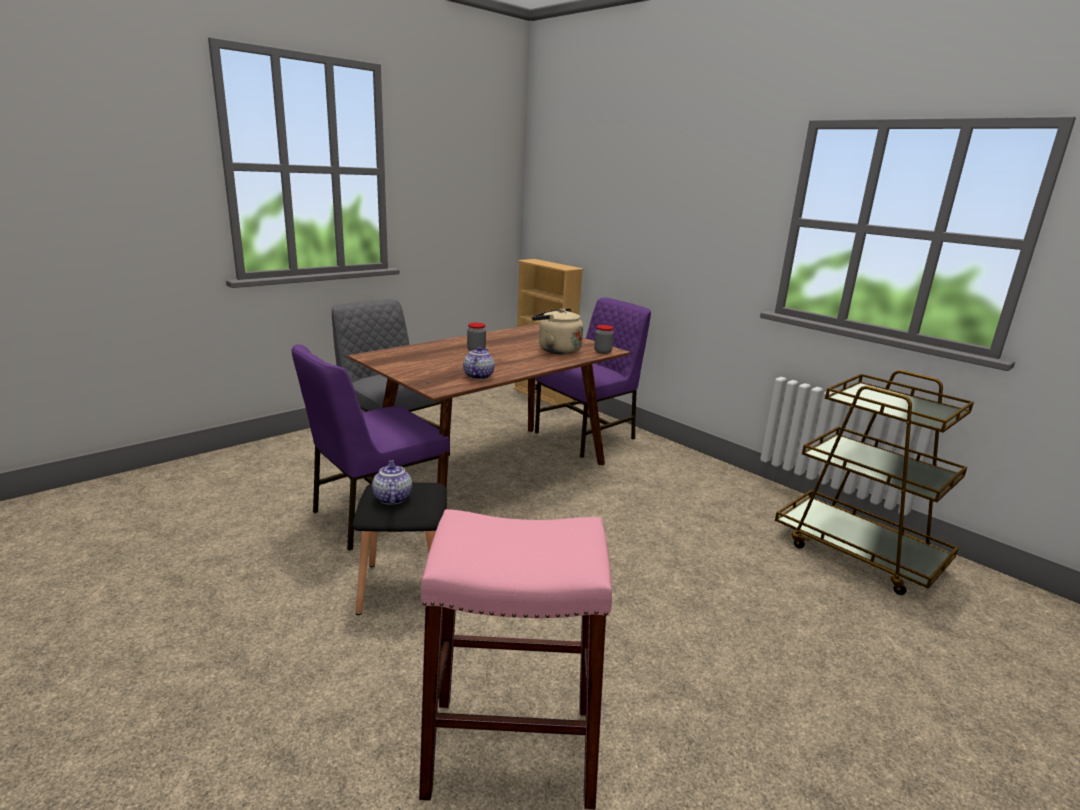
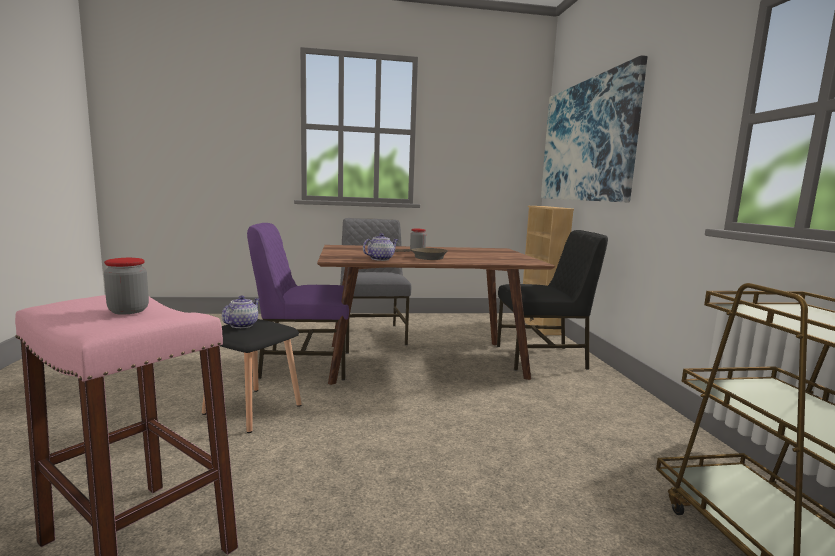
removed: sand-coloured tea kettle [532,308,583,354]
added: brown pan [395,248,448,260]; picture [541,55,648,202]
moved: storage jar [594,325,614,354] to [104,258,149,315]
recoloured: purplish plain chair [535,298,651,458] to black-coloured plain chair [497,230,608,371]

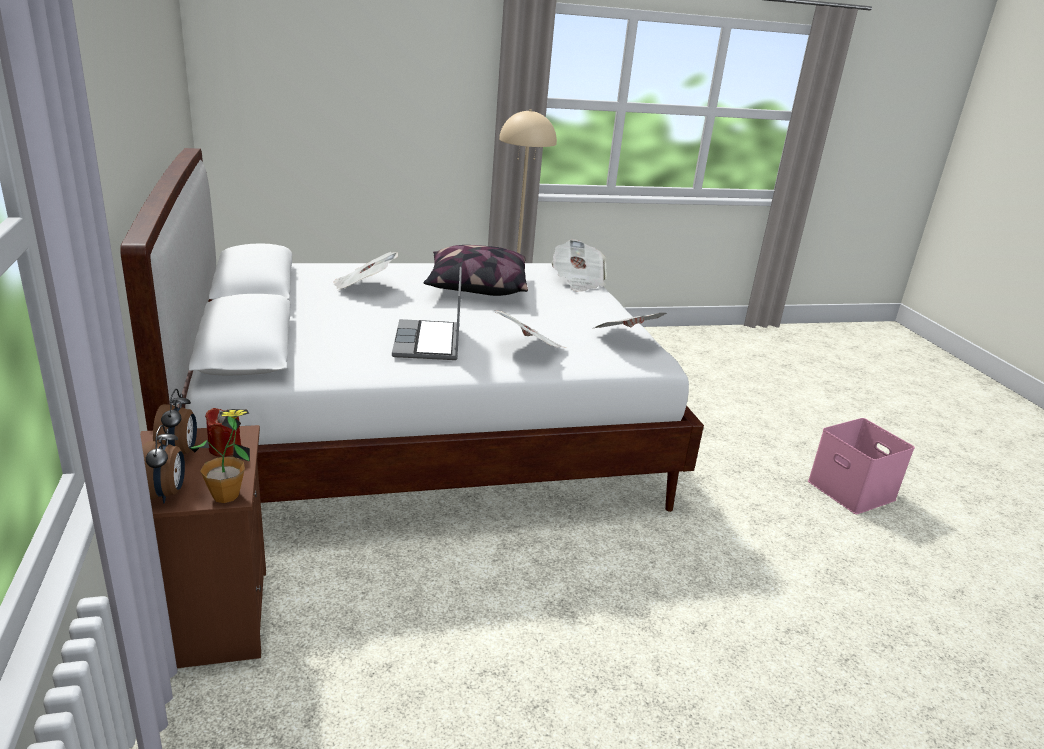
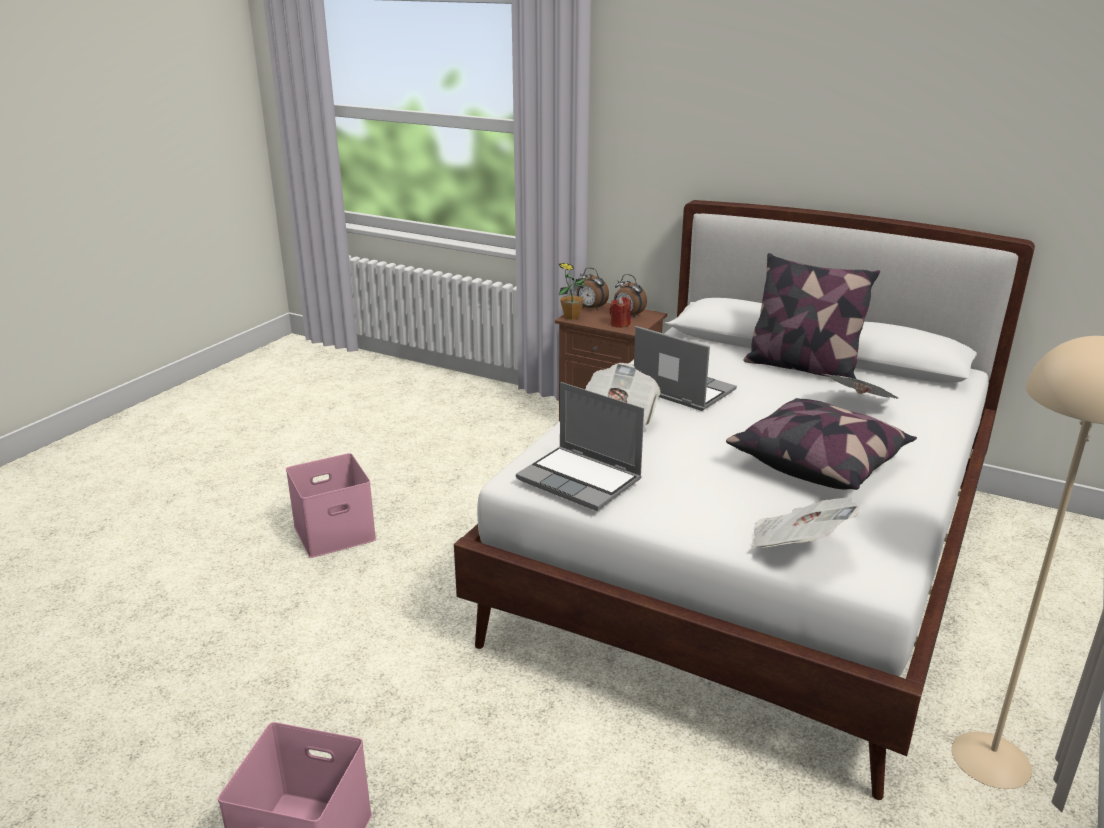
added: pink storage container [286,453,376,558]; throw pillow [744,253,880,379]
replaced: printed paper [595,313,667,328] to laptop [516,382,644,511]

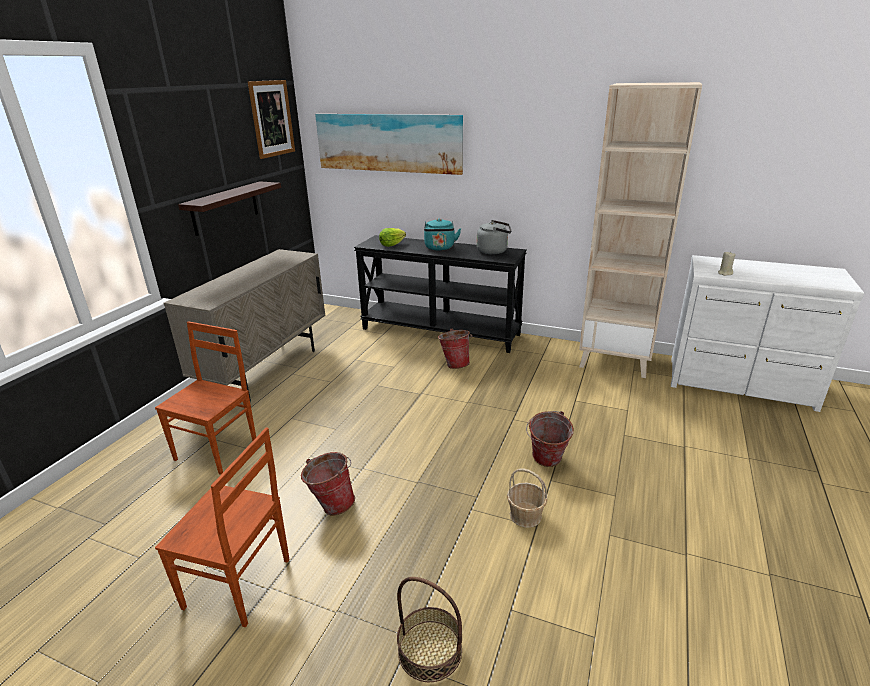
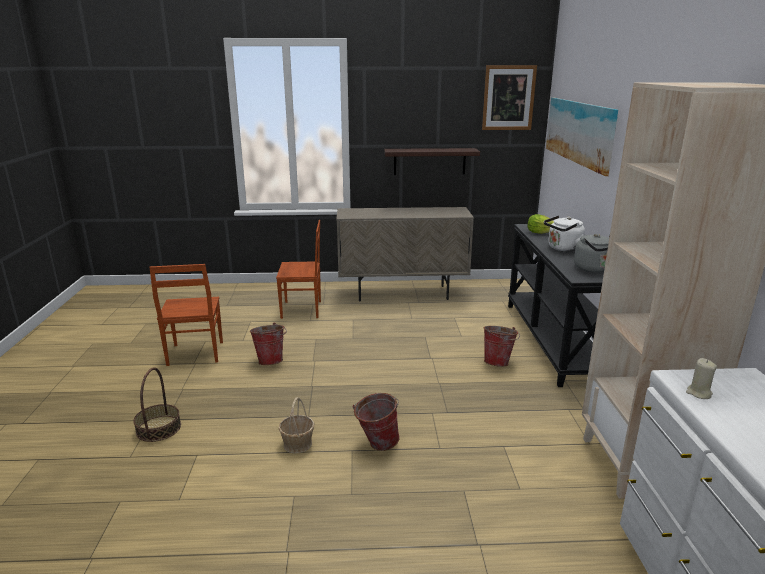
recoloured: blue-green tea kettle [424,218,461,250] to white tea kettle [544,215,585,252]

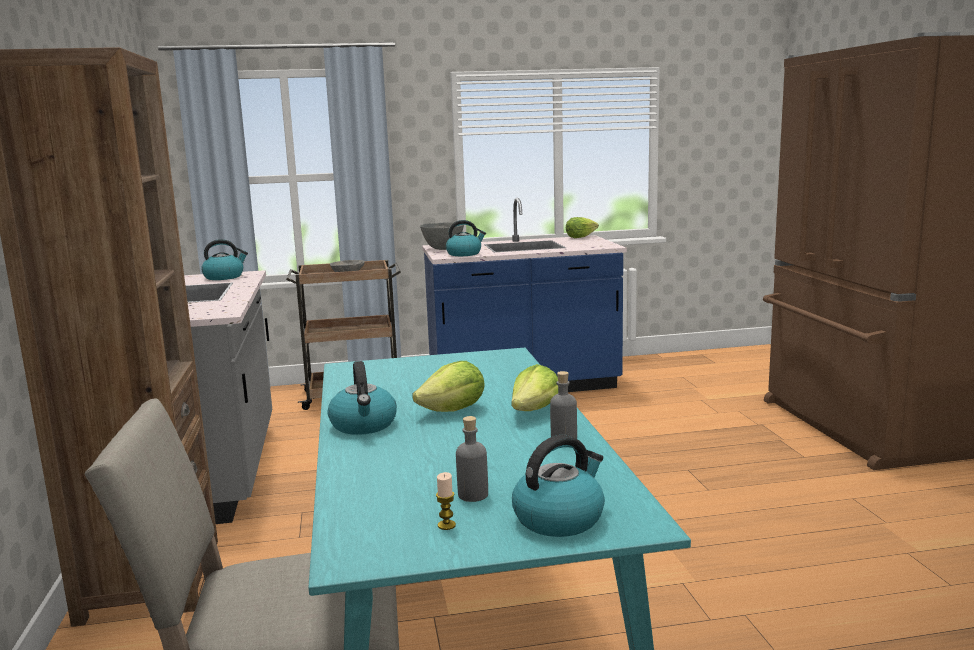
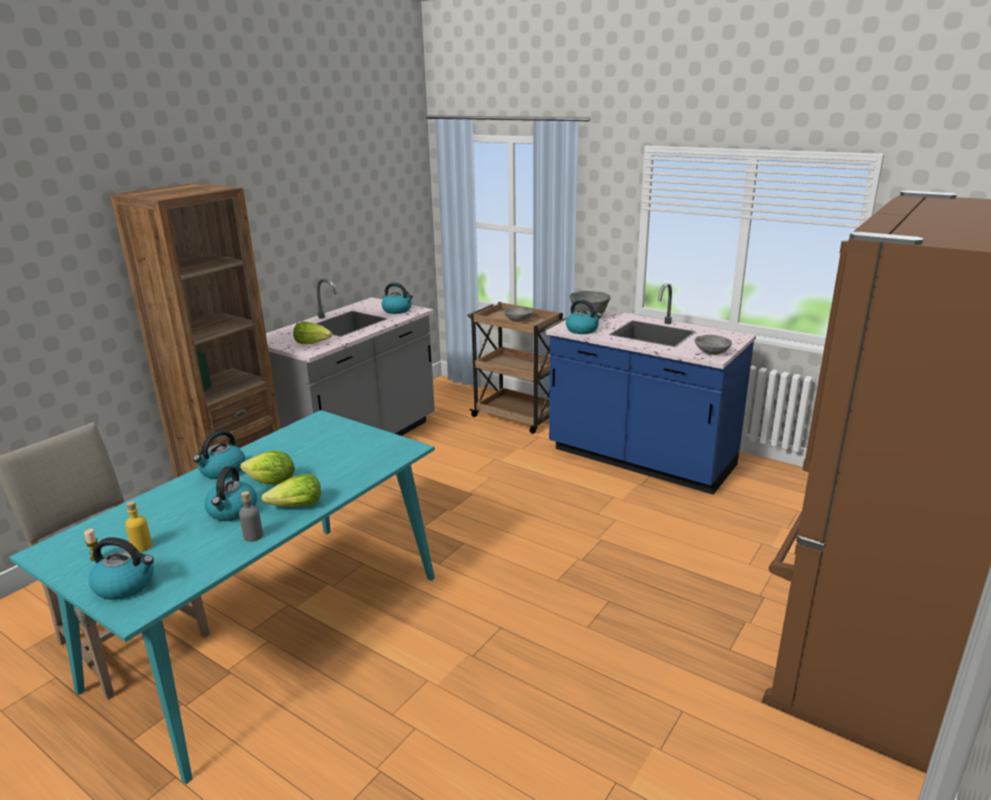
added: tea kettle [205,466,257,521]; greyish bowl [695,335,732,355]
moved: head of lettuce [566,217,599,238] to [293,321,332,344]
recoloured: greyish bottle [456,416,488,502] to yellow bottle [125,501,152,552]

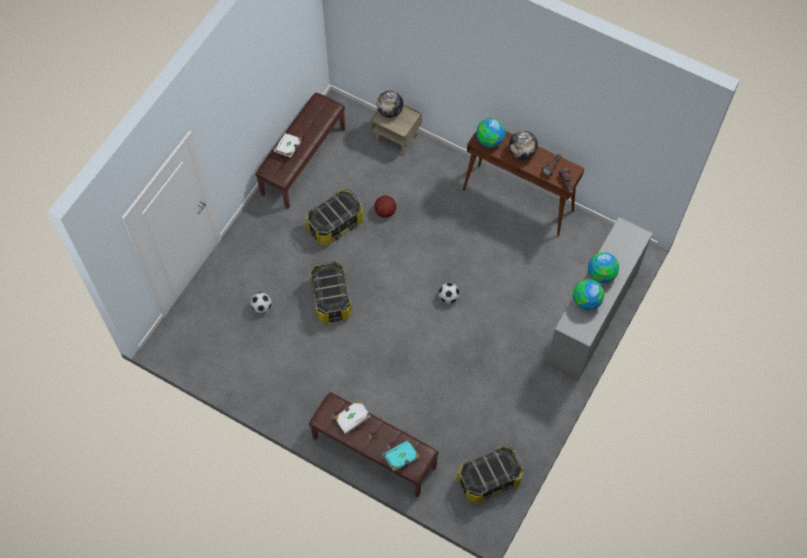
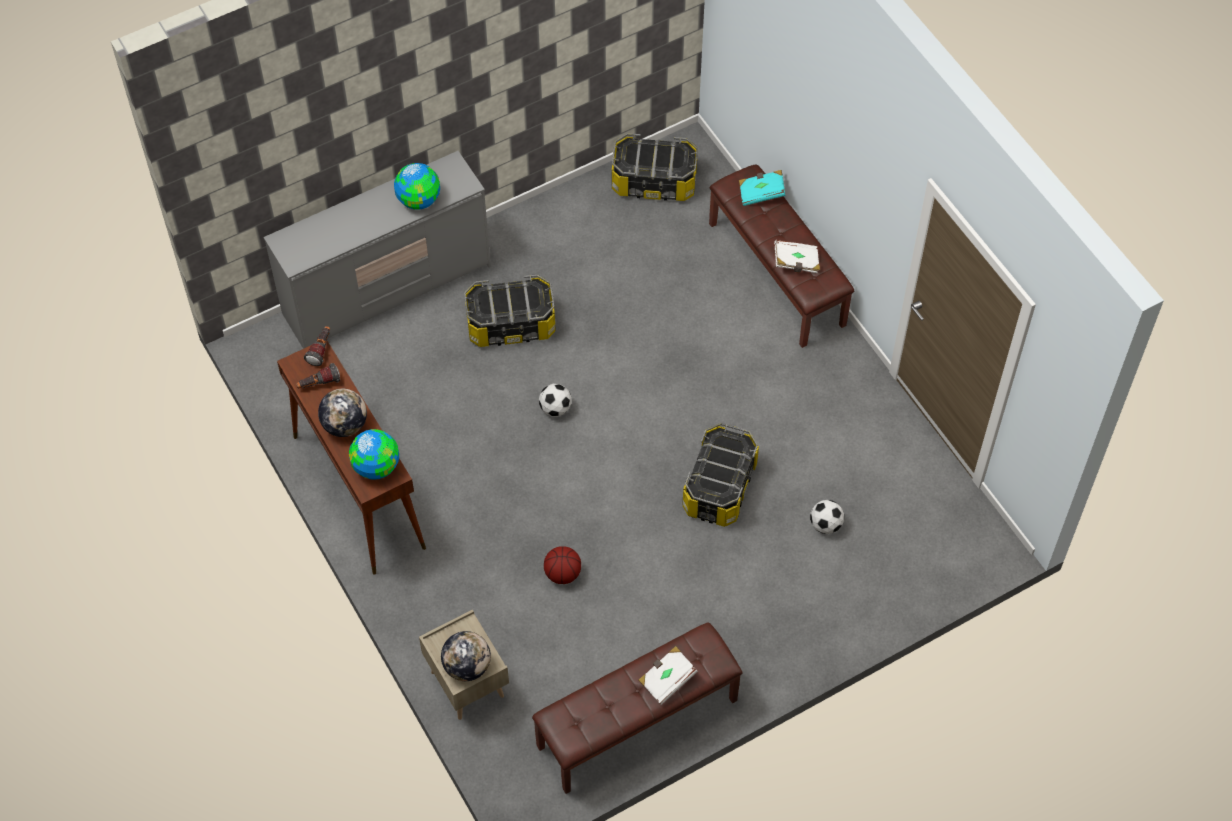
removed: desk globe [588,252,619,283]
moved: storage container [305,189,364,246] to [464,274,556,347]

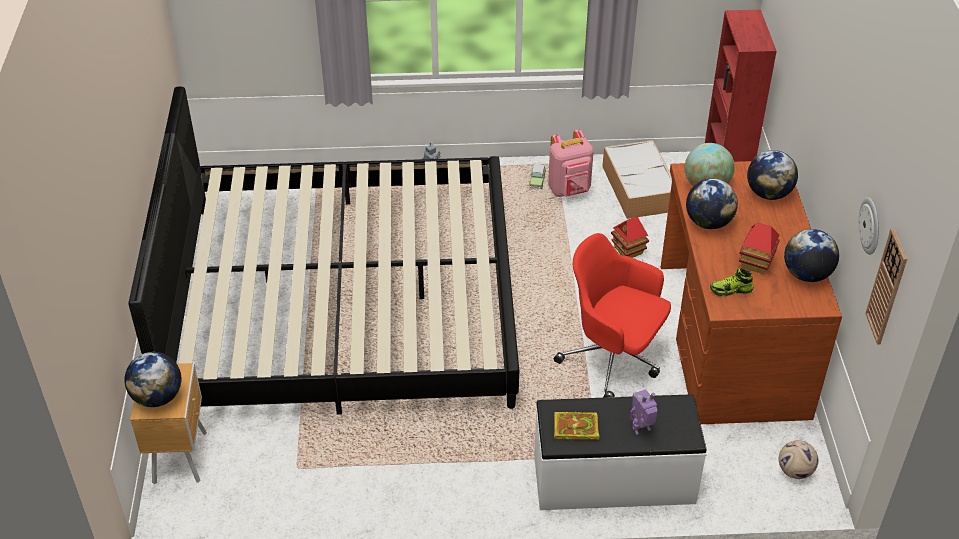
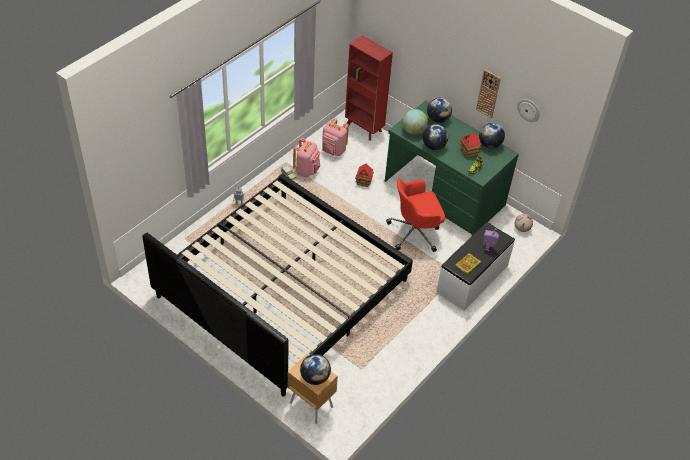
moved: wall clock [865,228,907,344] to [476,69,501,118]
replaced: storage container [602,140,672,219] to pink knapsack [322,118,349,156]
recoloured: brown desk table [660,161,842,424] to green desk table [385,100,519,235]

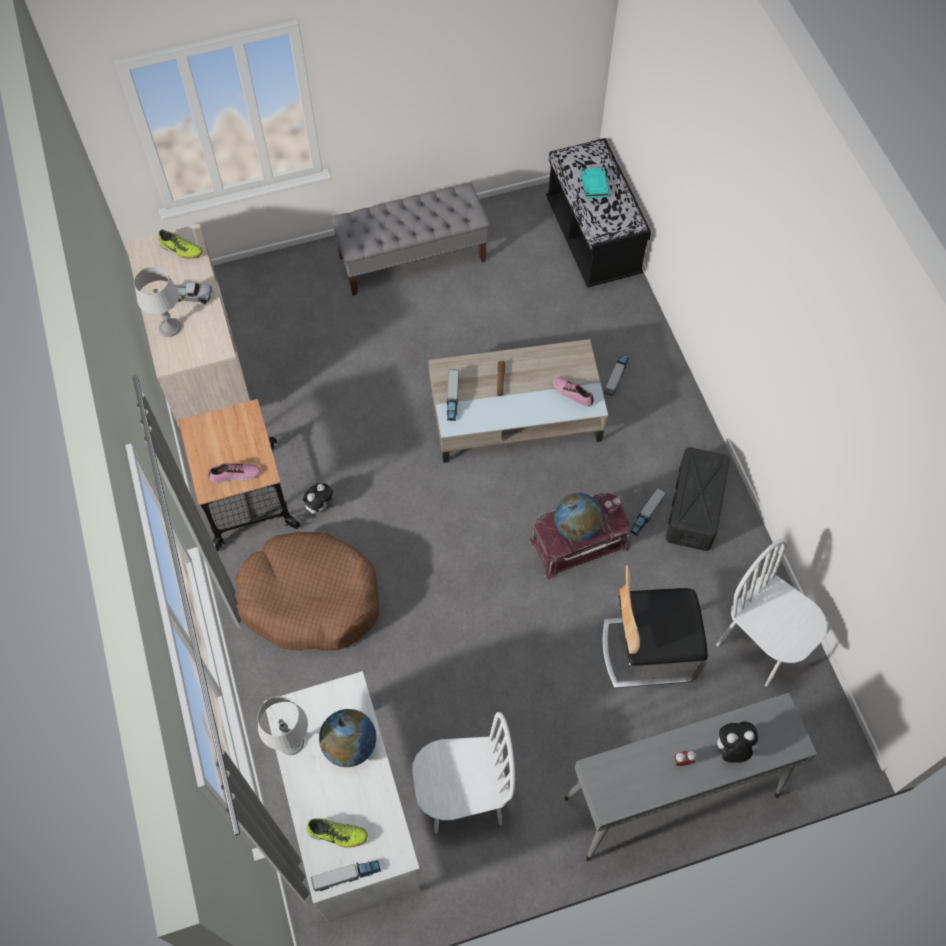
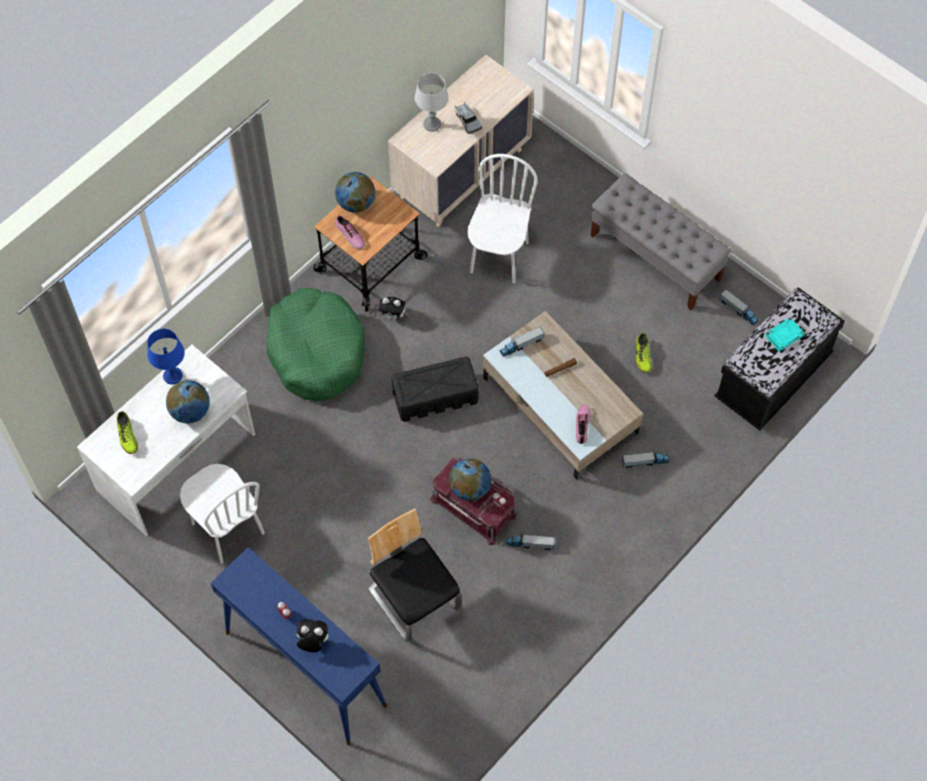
added: desk globe [335,172,375,213]
moved: shoe [158,229,203,259] to [635,333,652,373]; model truck [311,860,381,892] to [719,289,759,325]; black-coloured storage container [666,447,730,551] to [392,357,479,422]; white plain chair [716,539,828,687] to [467,154,537,283]
recoloured: brown pet bed [235,532,380,651] to green pet bed [267,288,365,402]; greyish table lamp [258,696,308,755] to blue table lamp [147,329,185,385]; greyish console table [564,693,817,861] to blue console table [211,547,387,746]
turned: soft toy [712,721,758,763] = [294,619,328,652] 45 degrees counterclockwise

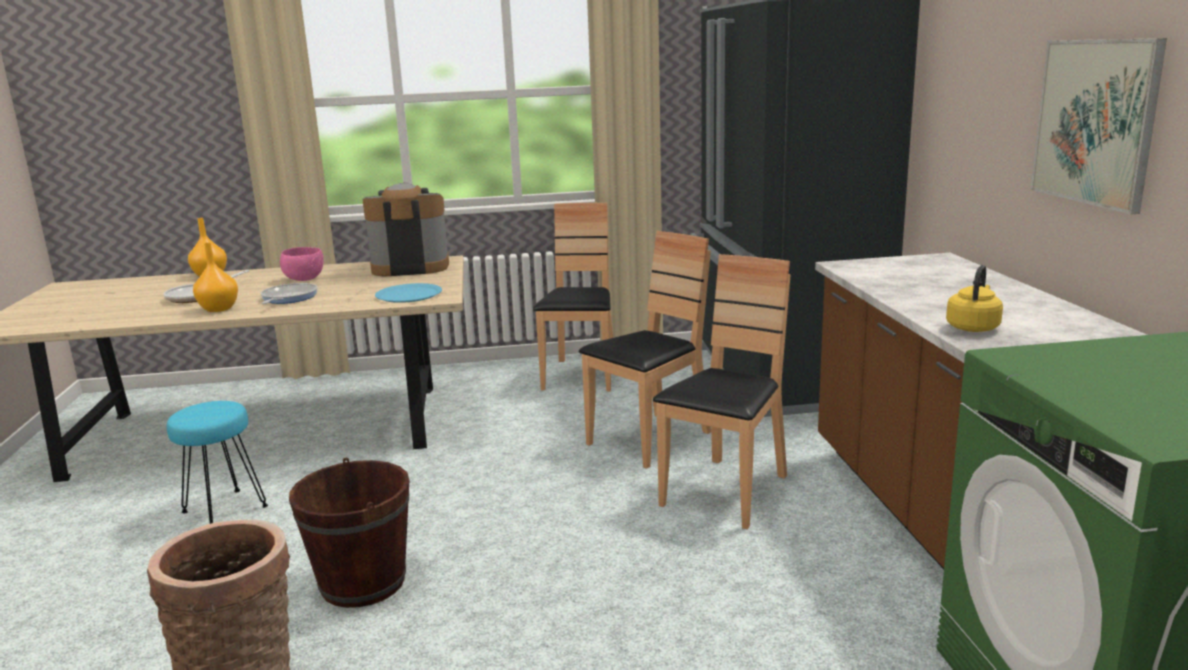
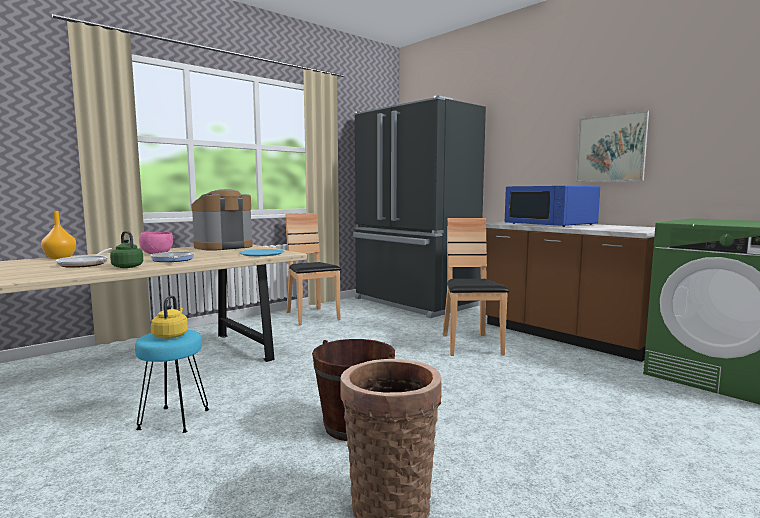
removed: brown plain chair [579,231,711,469]
added: blue microwave [505,186,600,227]
moved: yellow tea kettle [946,265,1003,332] to [151,295,188,339]
replaced: orange decorative vase [193,242,238,312] to green tea kettle [110,231,143,268]

